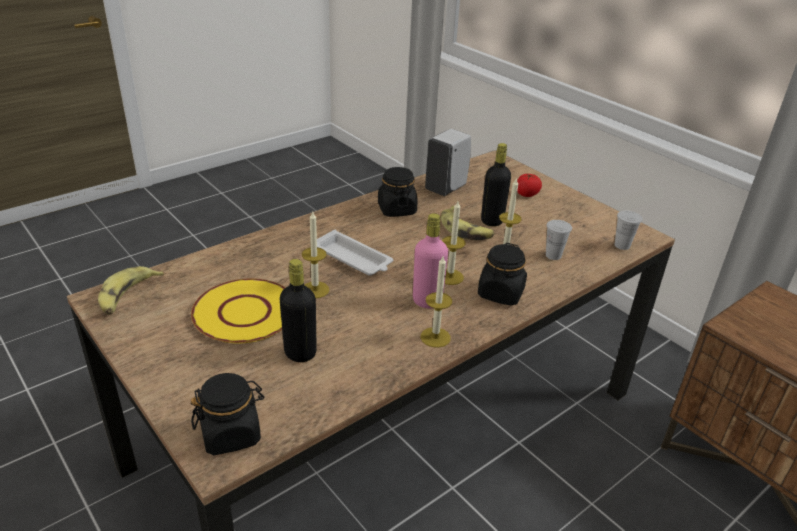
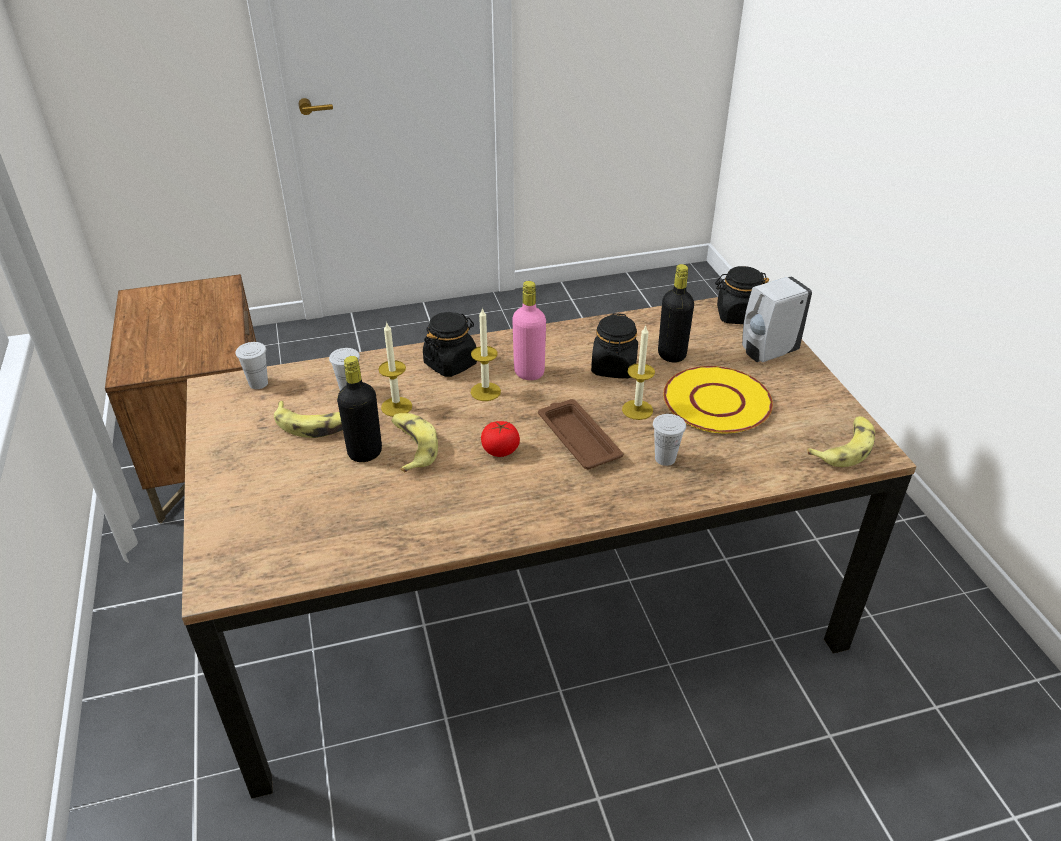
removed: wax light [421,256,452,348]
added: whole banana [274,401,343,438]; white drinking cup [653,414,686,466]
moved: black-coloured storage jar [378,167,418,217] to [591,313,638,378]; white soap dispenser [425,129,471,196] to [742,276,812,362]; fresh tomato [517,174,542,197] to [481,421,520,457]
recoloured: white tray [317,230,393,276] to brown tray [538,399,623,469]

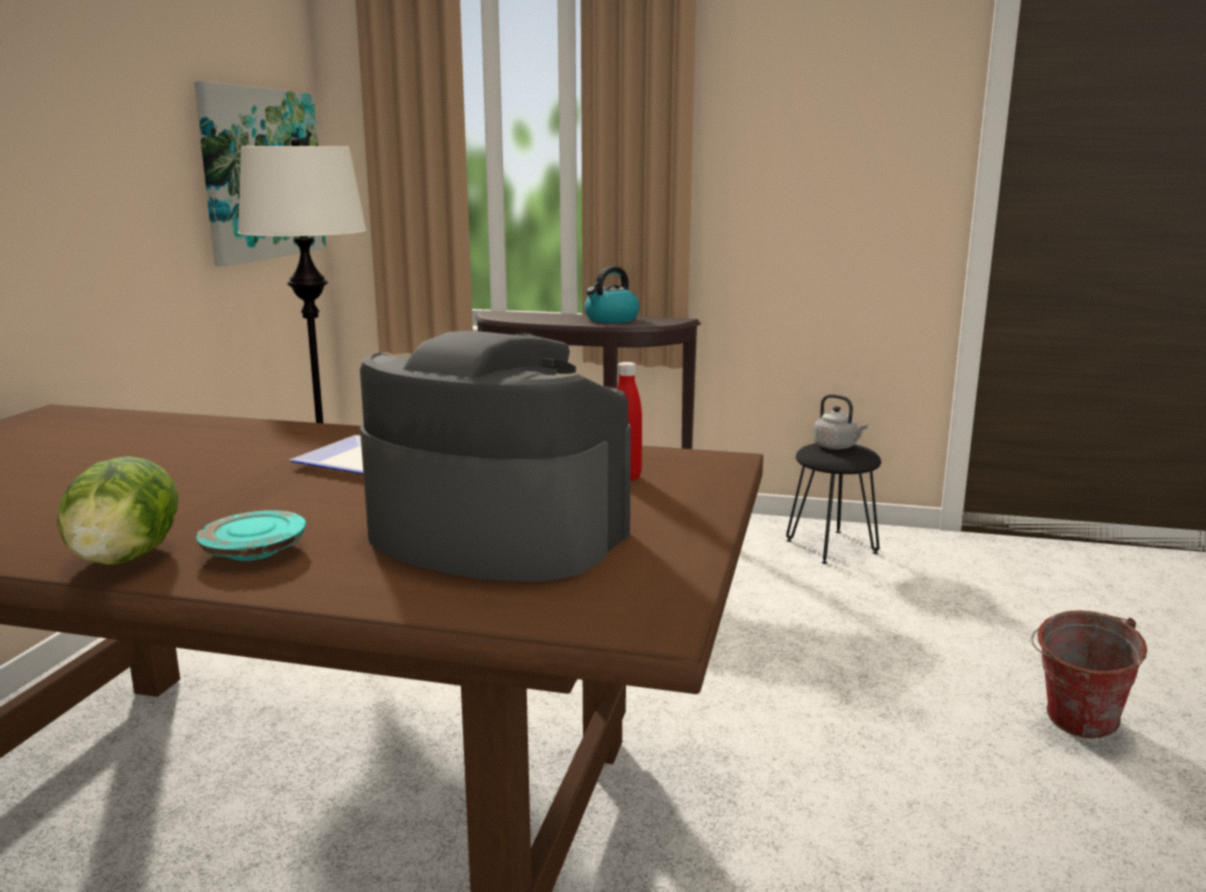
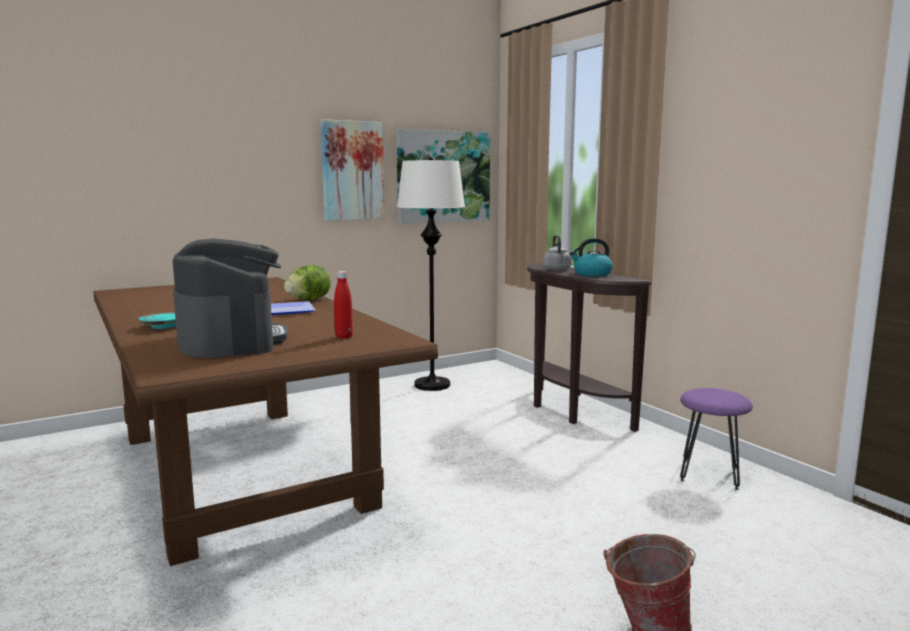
added: picture [321,119,385,221]
moved: head of lettuce [57,457,179,565] to [284,265,331,300]; greyish tea kettle [813,394,868,450] to [543,235,572,271]
recoloured: black-coloured sitting stool [786,443,881,564] to purplish sitting stool [680,388,753,490]

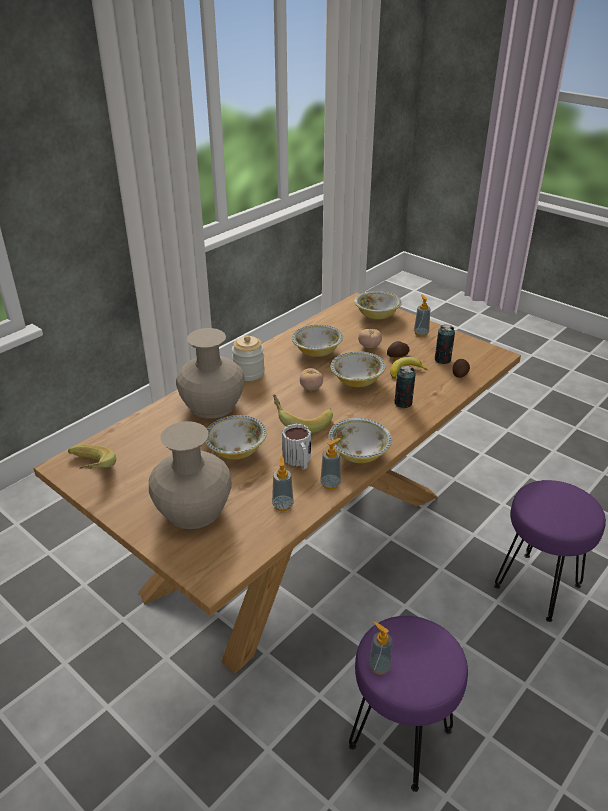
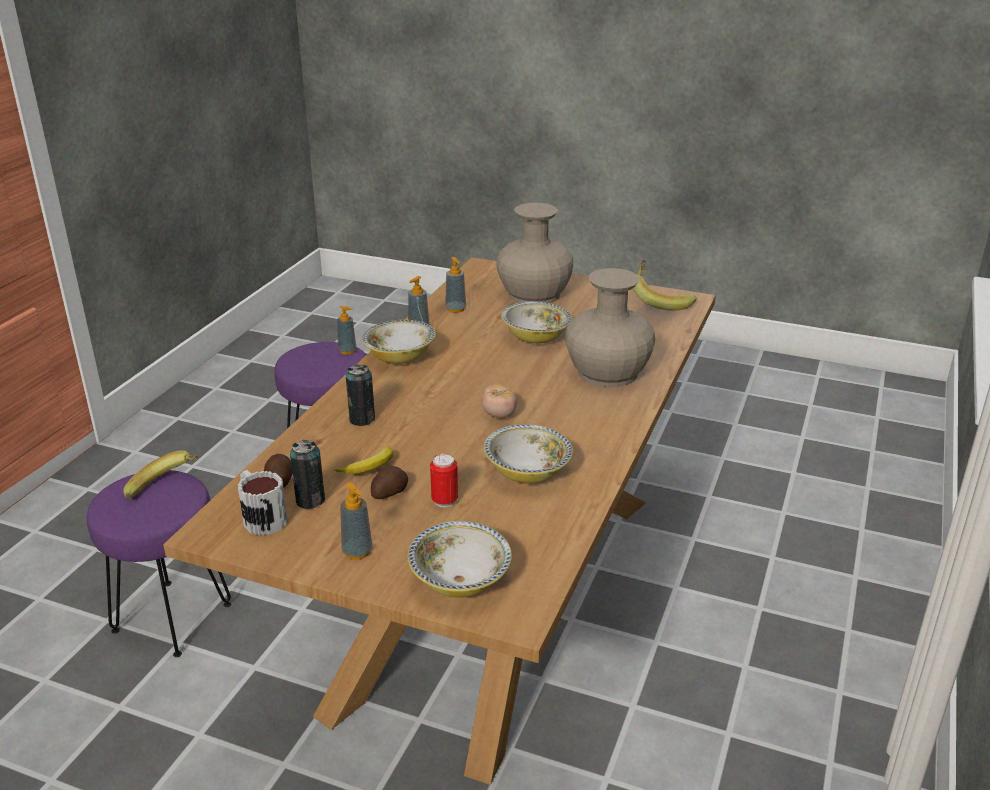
removed: storage jar [232,335,265,381]; bowl [330,351,386,387]
moved: whole banana [273,394,333,433] to [123,450,199,499]; tea mug [282,424,311,470] to [238,470,288,536]
replaced: fresh tomato [358,329,382,348] to metal can [430,454,458,507]

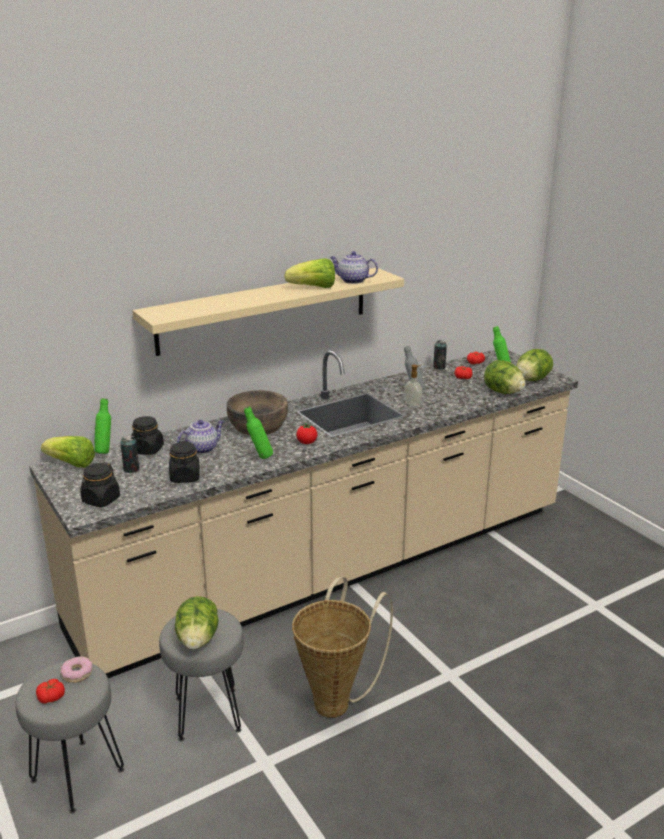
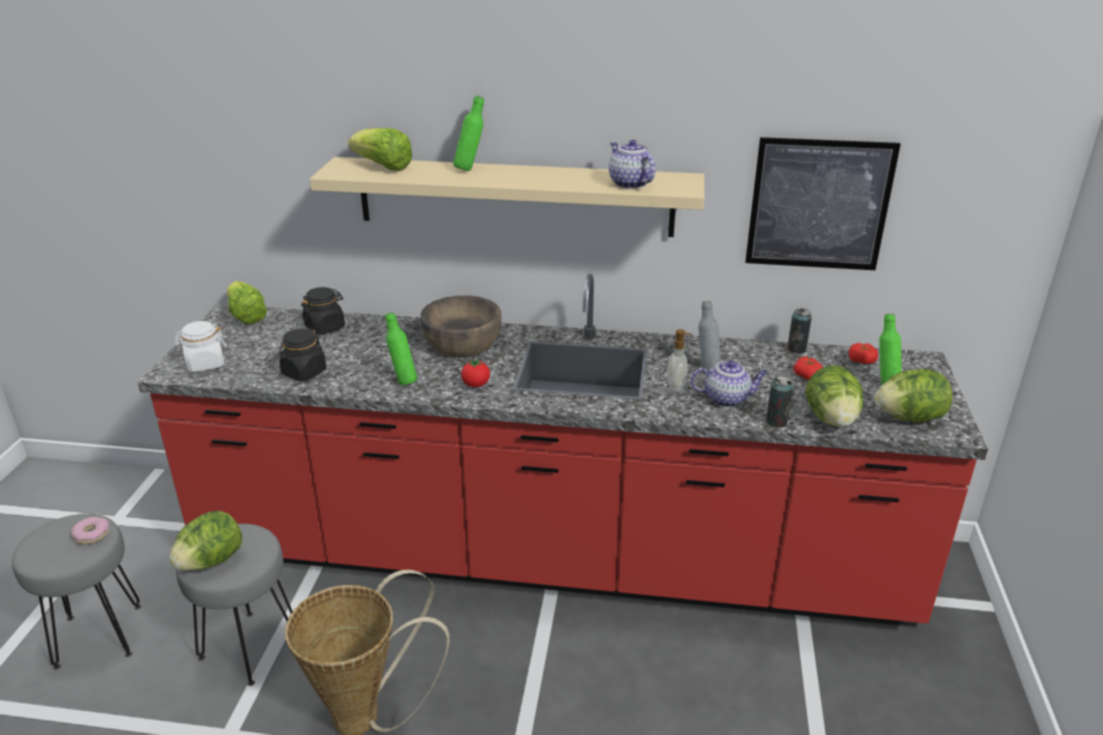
removed: fresh tomato [36,679,65,704]
added: picture [745,137,901,270]
moved: green bottle [94,398,111,454] to [453,95,484,171]; metal can [120,435,139,473] to [766,376,793,427]; pot for tea [177,420,224,454] to [691,360,768,407]; head of lettuce [284,258,335,288] to [348,128,412,171]
recoloured: sand-coloured kitchen counter [29,350,578,678] to red-coloured kitchen counter [137,274,988,627]; black-coloured storage jar [80,462,120,507] to white storage jar [174,321,227,372]

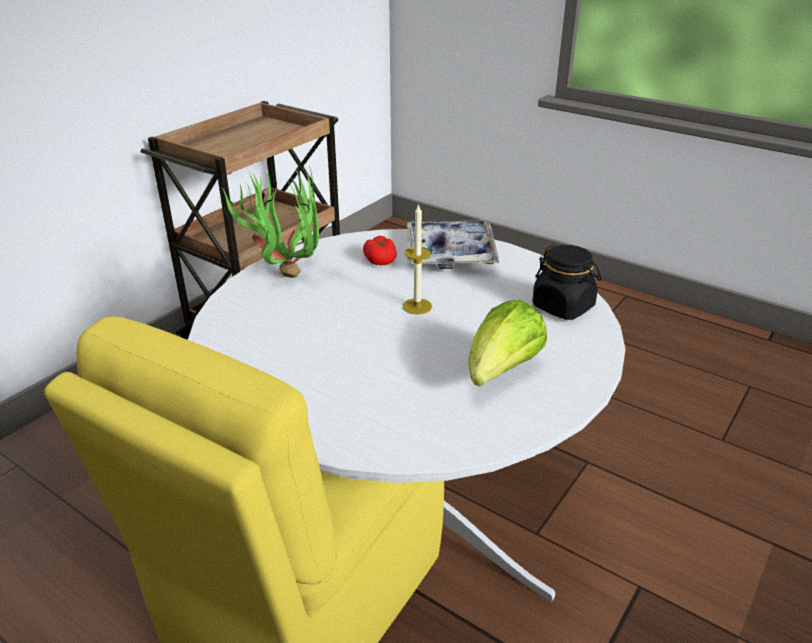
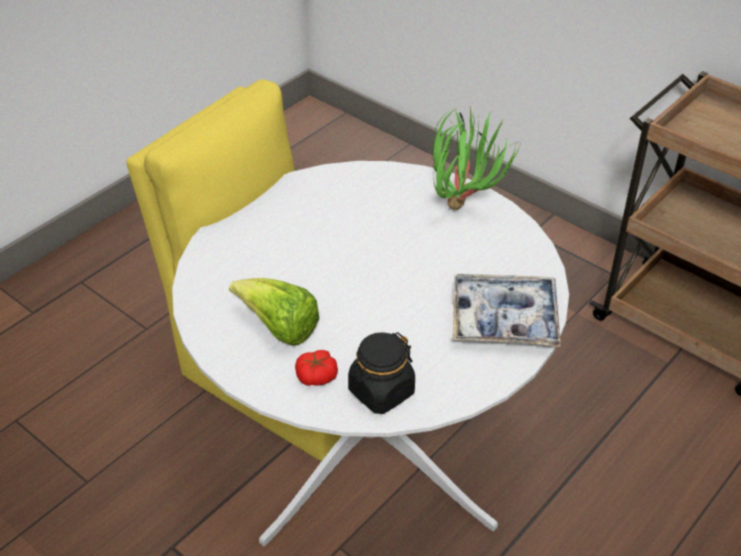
removed: wax light [403,203,432,314]
moved: fresh tomato [363,236,397,265] to [295,350,338,386]

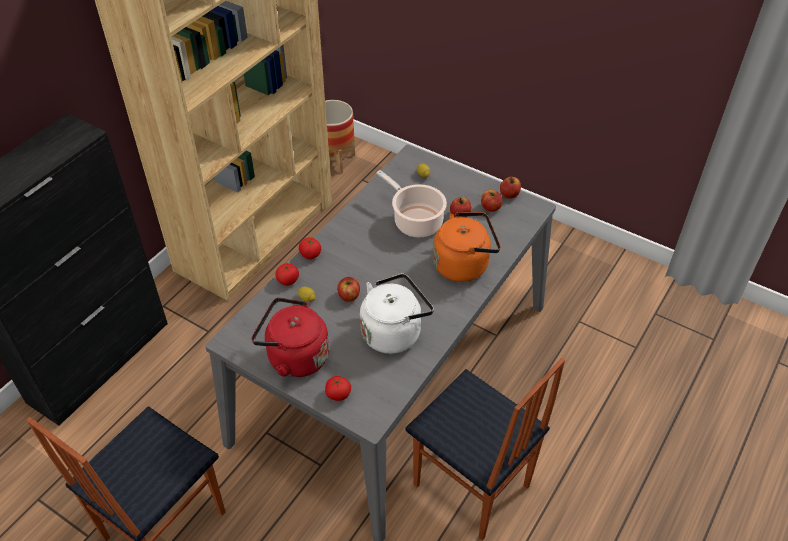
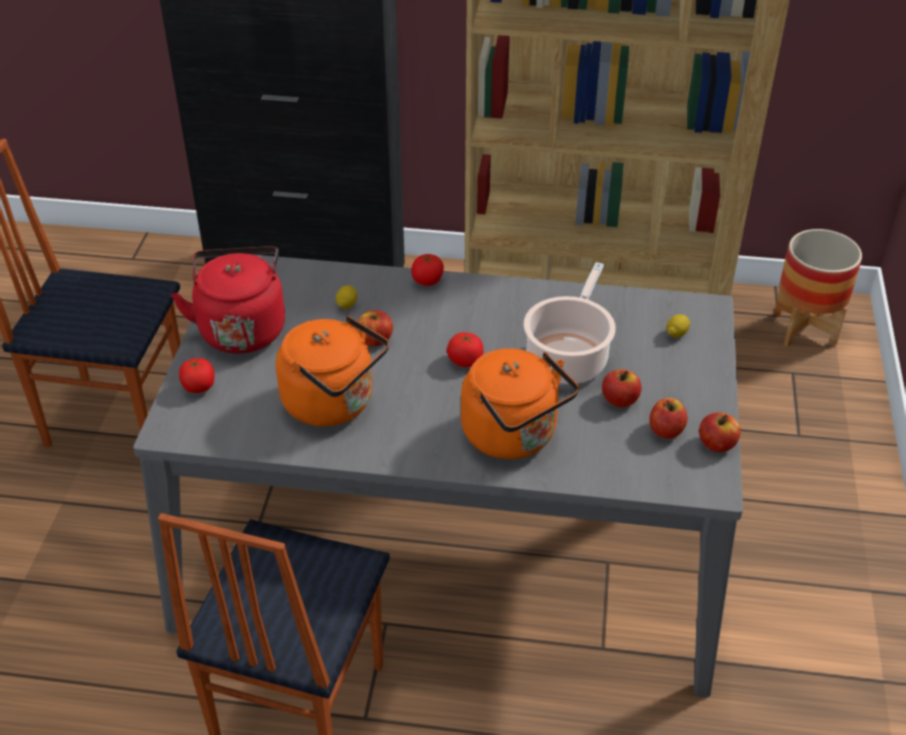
moved: fresh tomato [275,263,299,286] to [447,332,483,367]
recoloured: white tea kettle [360,273,434,354] to orange tea kettle [276,316,389,427]

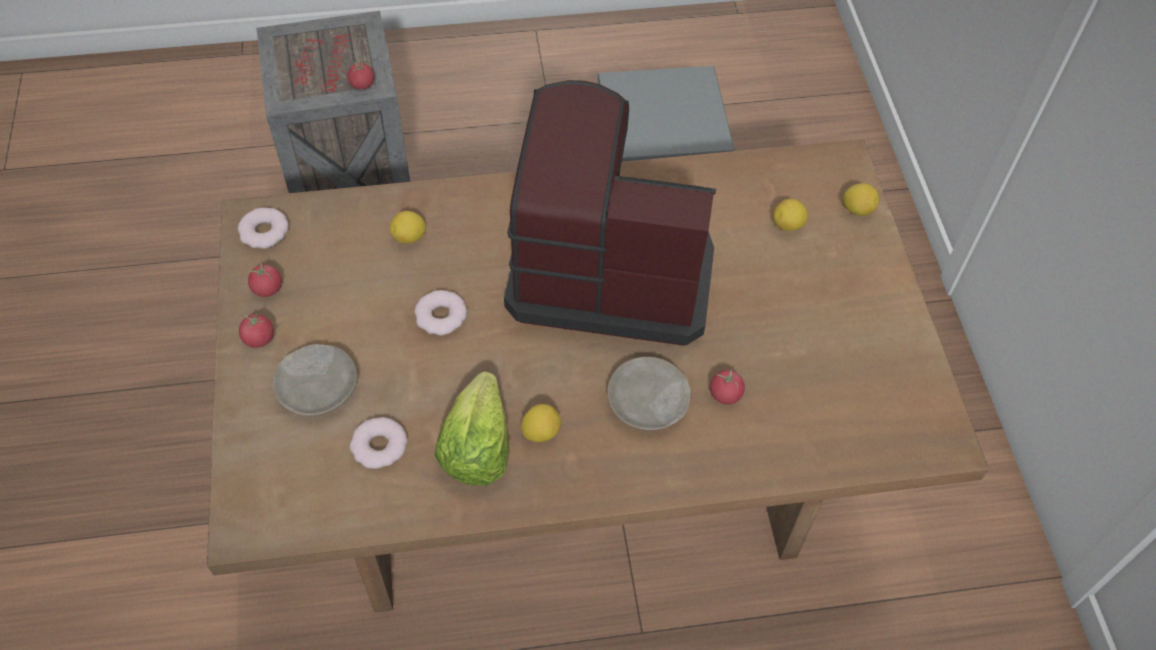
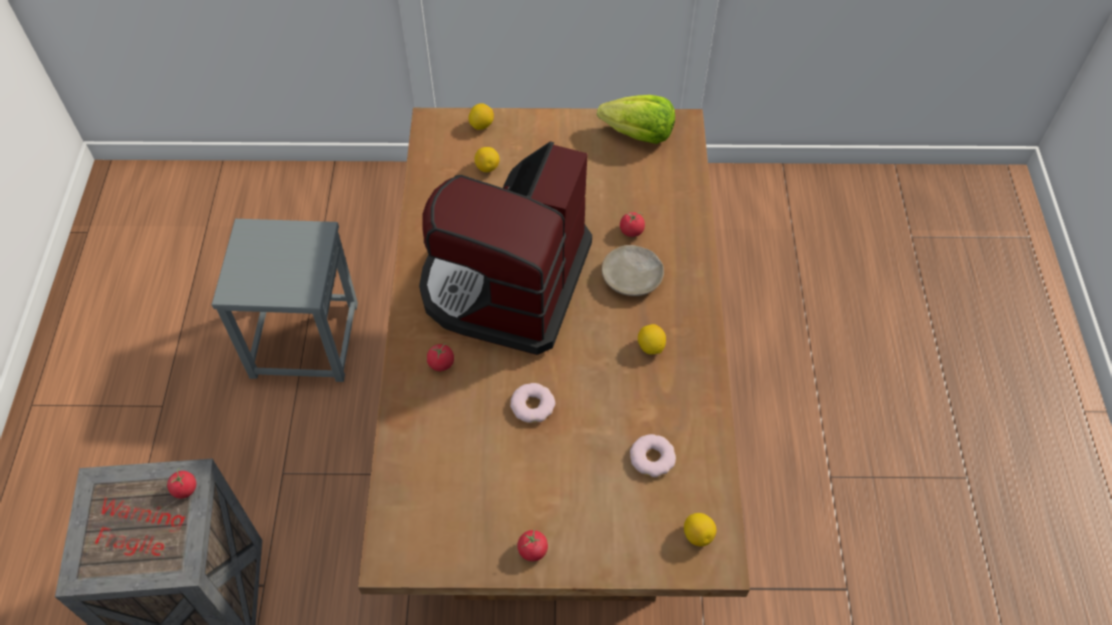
removed: donut [238,207,289,249]; sand-coloured plate [272,344,357,416]
moved: fresh tomato [248,263,282,297] to [427,343,454,371]; lemon [389,211,426,244] to [684,513,716,547]; head of lettuce [434,371,510,486] to [597,95,675,144]

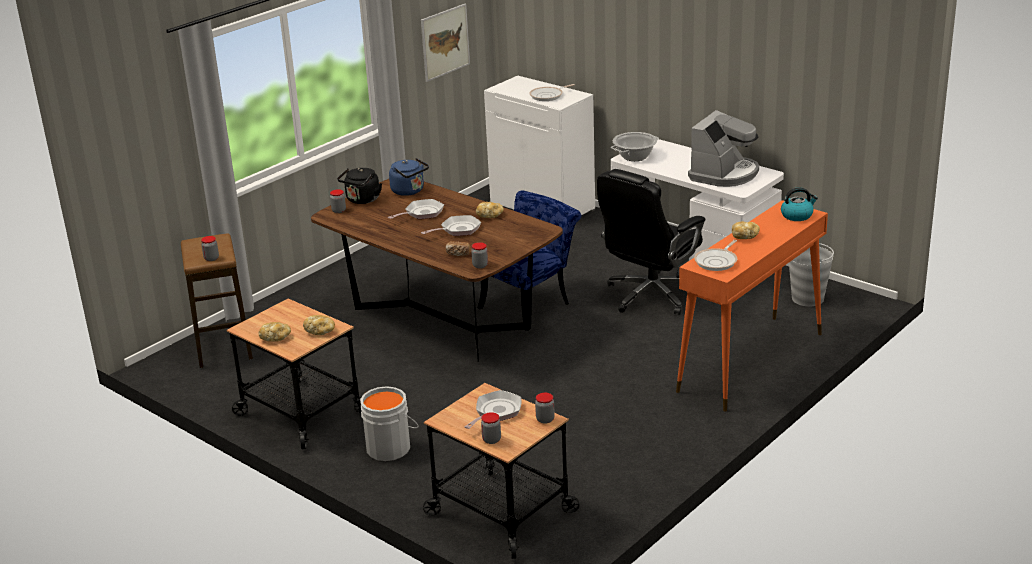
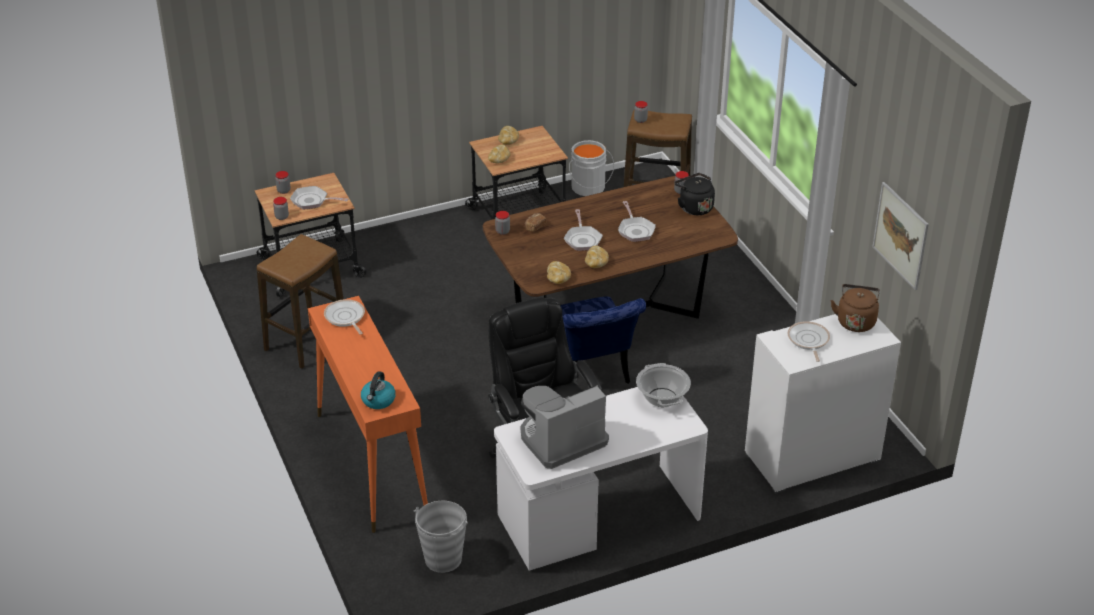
removed: blue tea kettle [389,158,429,196]
added: sitting stool [257,234,344,369]; brown tea kettle [831,284,880,332]
moved: greyish pail [360,386,419,461] to [569,140,614,196]; bakery bread [732,221,760,239] to [547,261,571,284]
turned: pan [464,390,522,429] = [290,186,348,210] 135 degrees clockwise; coffee brewer [688,110,759,187] = [521,385,609,469] 90 degrees clockwise

